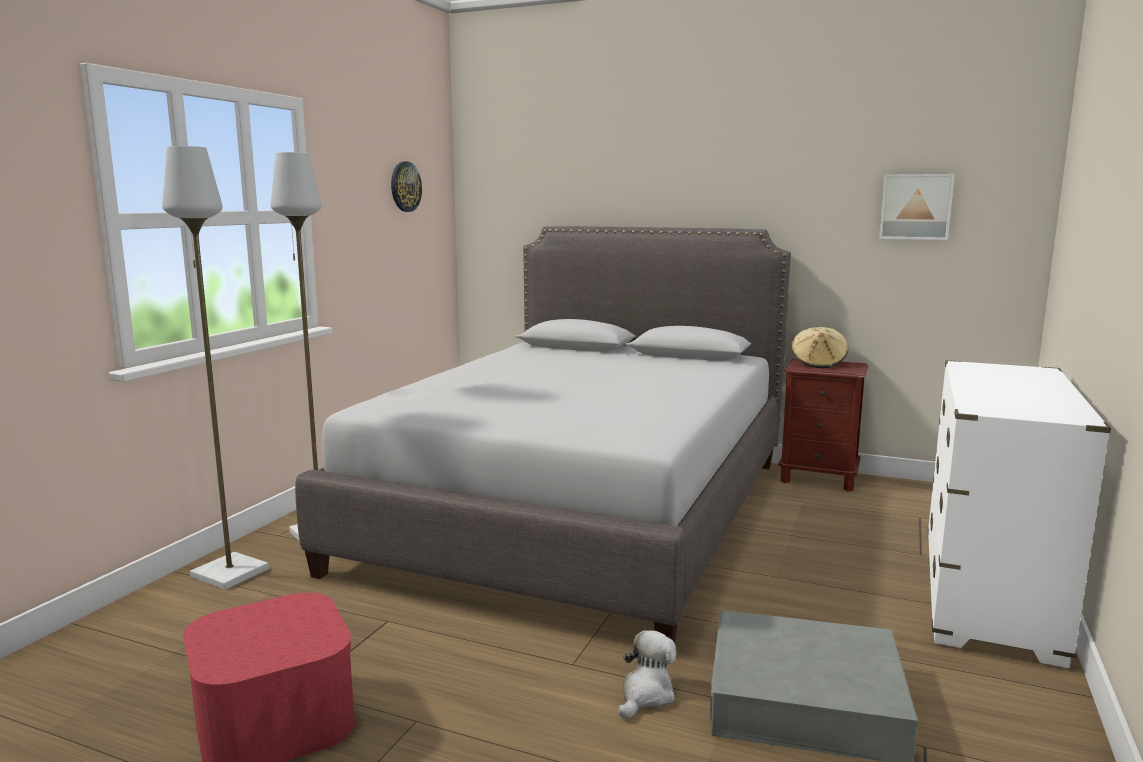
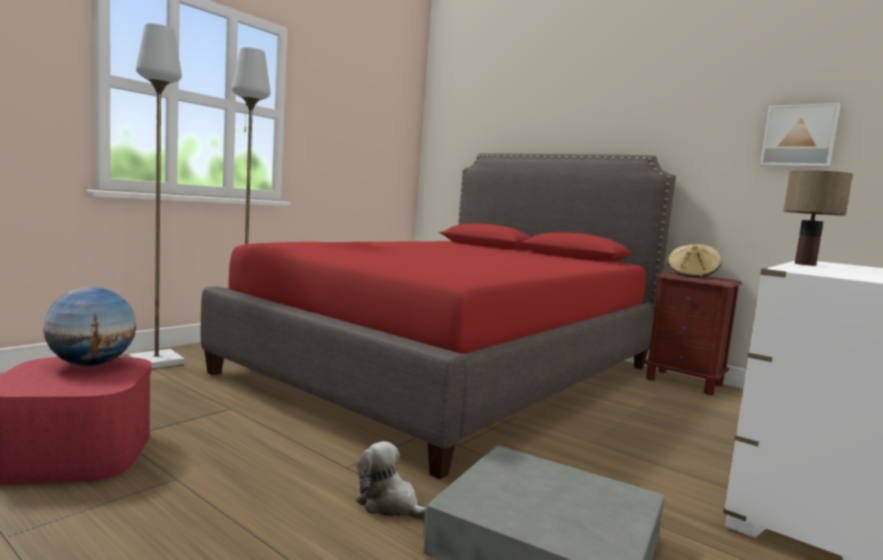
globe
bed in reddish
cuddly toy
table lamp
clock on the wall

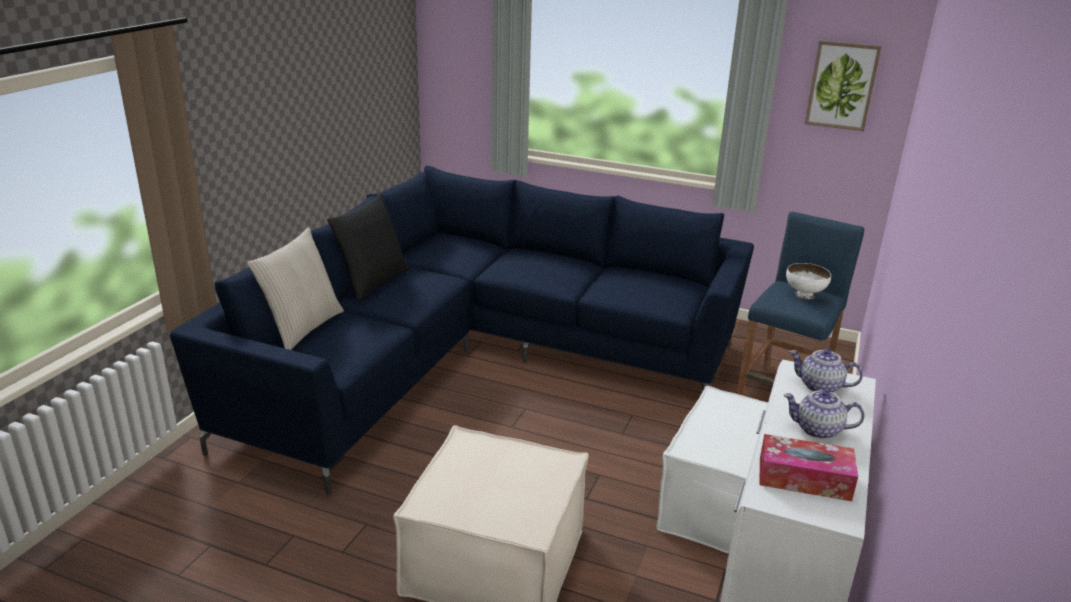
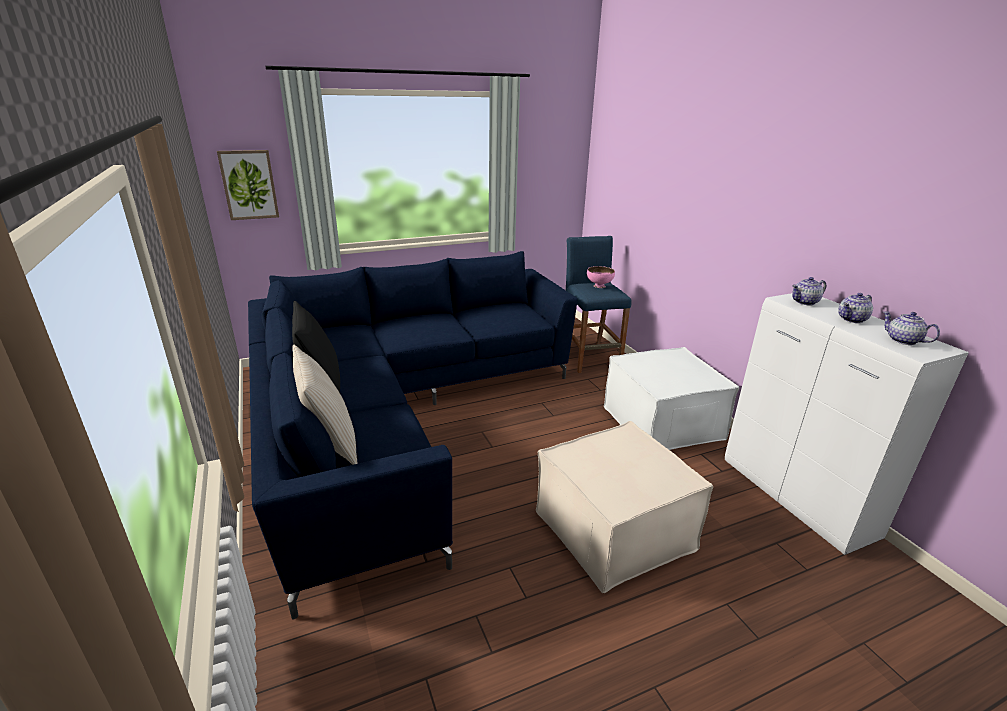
picture
bowl in pink-coloured
tea pot (3rd from left)

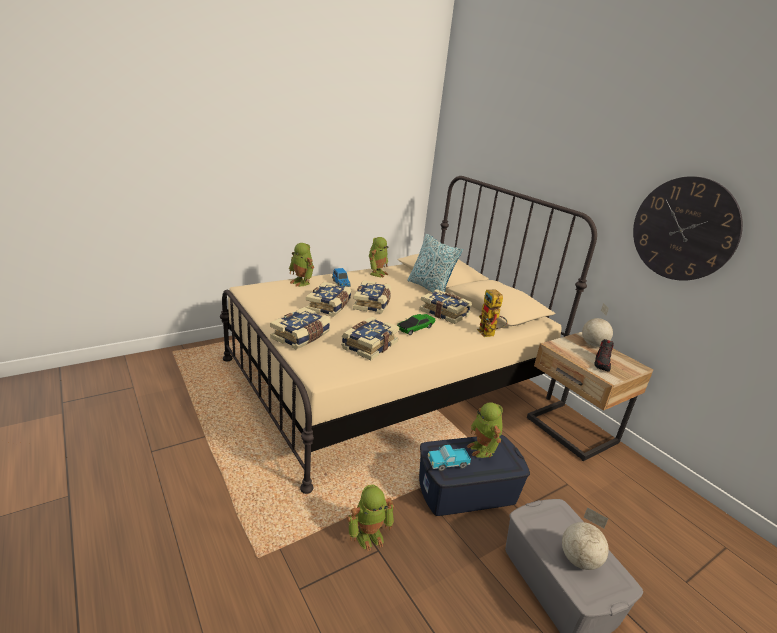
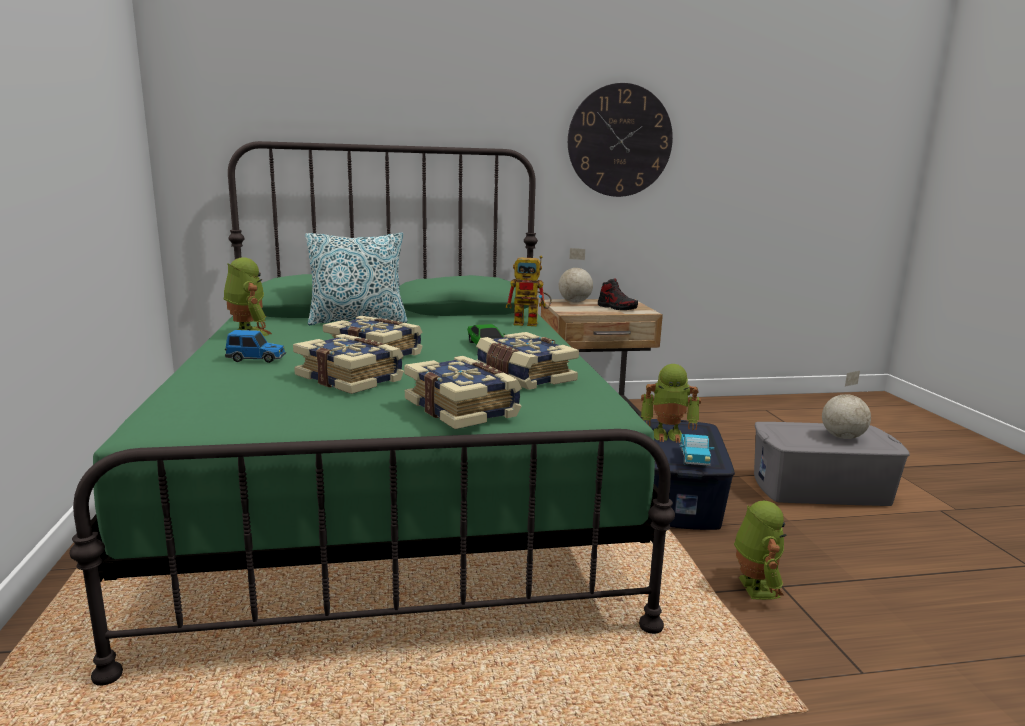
bed in green-coloured
toy robot (1st from left in the first image)
bound book (5th from left in the first image)

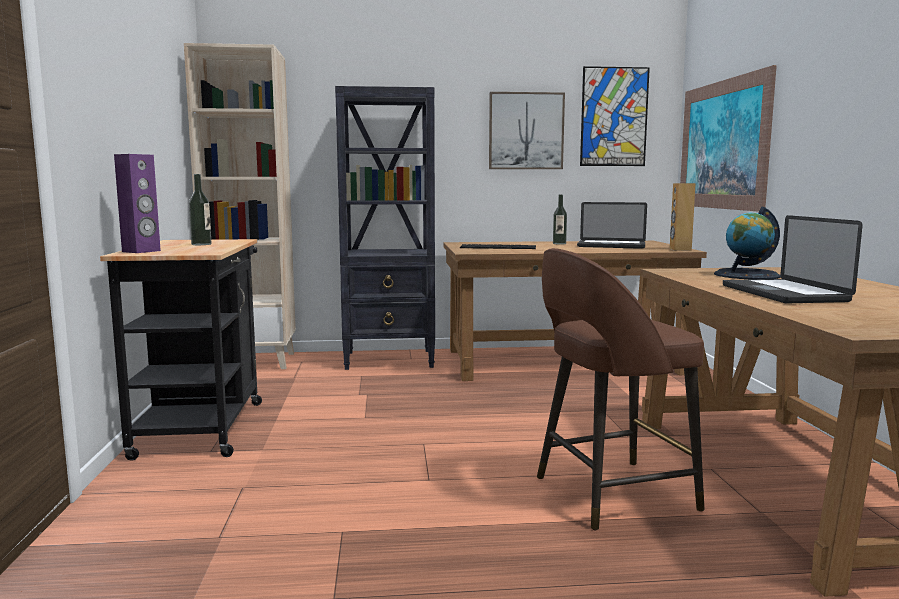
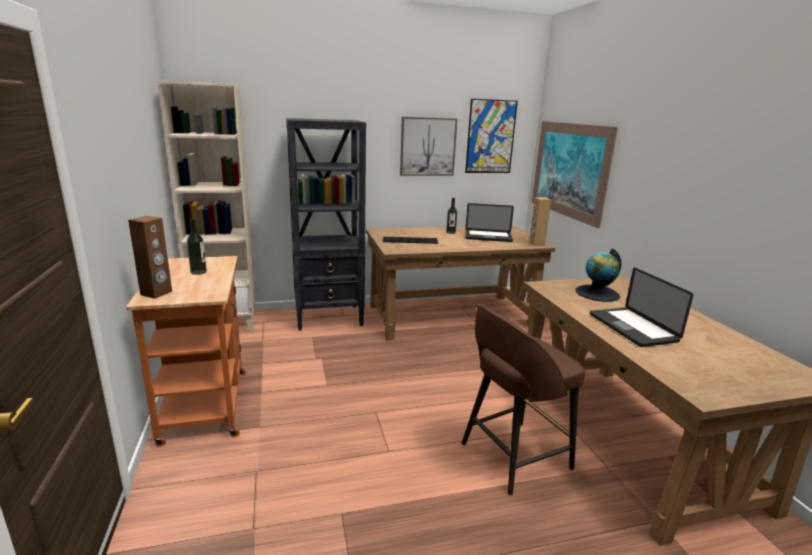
trolley in orangey
audio speaker in brown-coloured (1st from left)

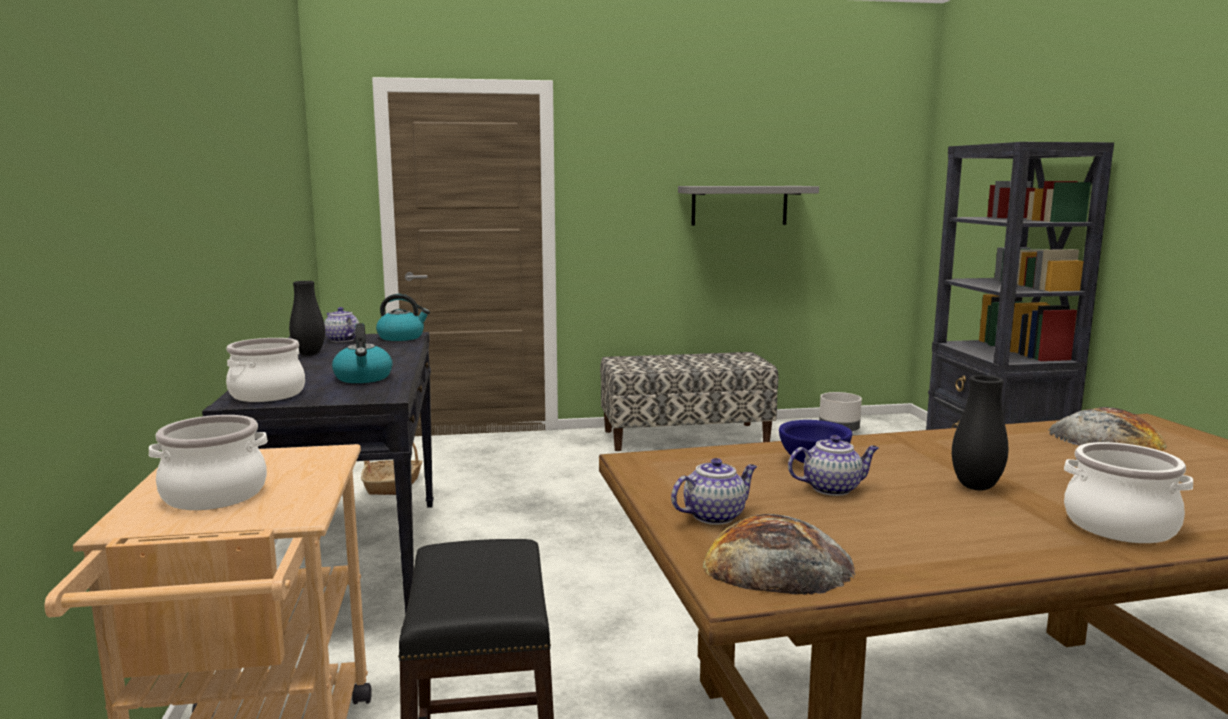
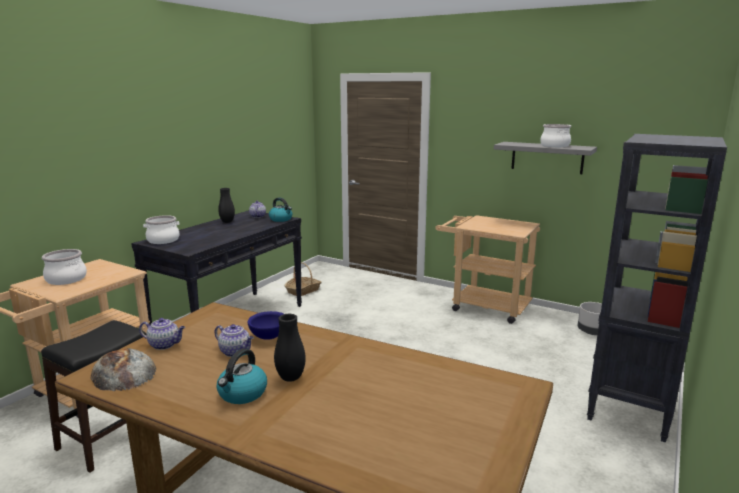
tea kettle (1st from left)
trolley in sand-coloured (2nd from left)
cooking pot (3rd from left)
bakery bread (2nd from left in the first image)

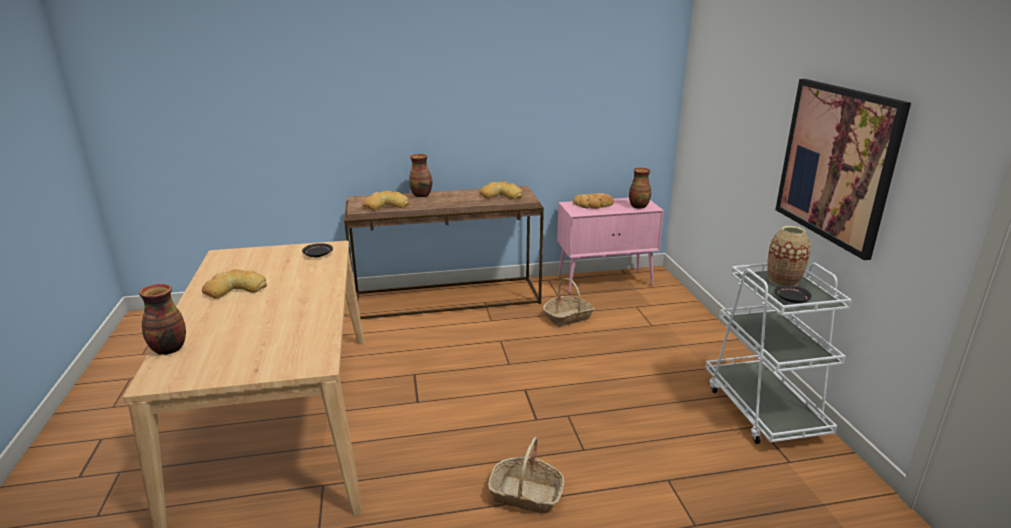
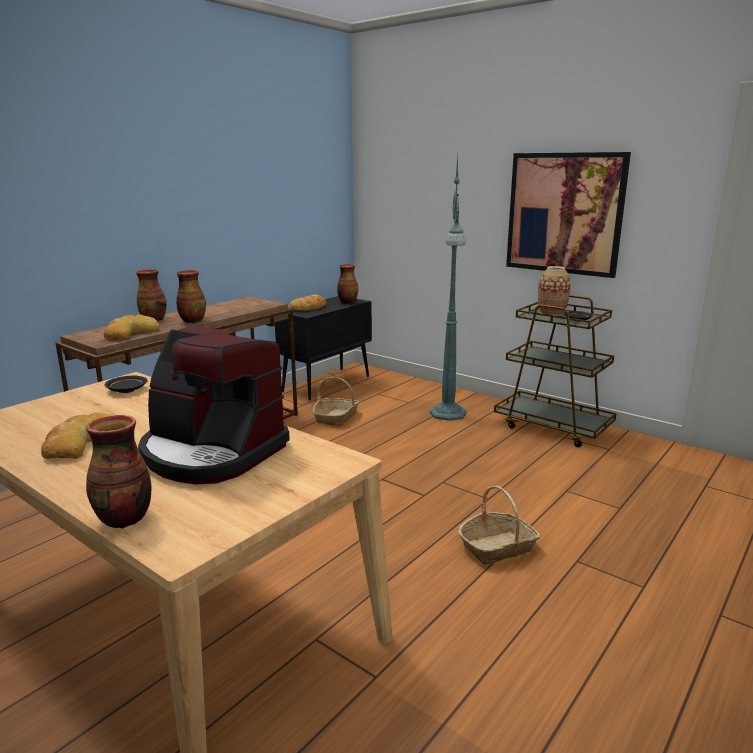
coffee maker
vase (3rd from left)
cupboard in blackish
floor lamp in green-coloured
trolley in brown-coloured
bakery bread (3rd from left in the first image)

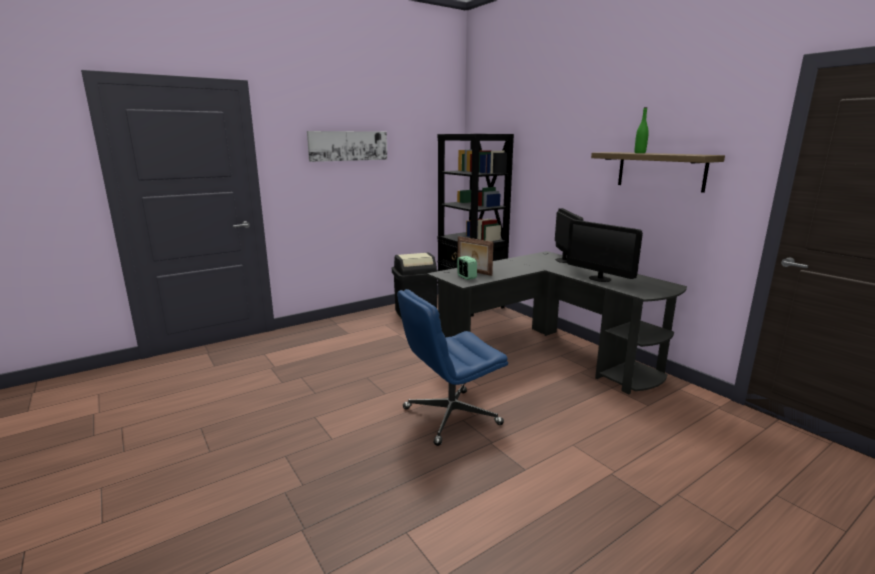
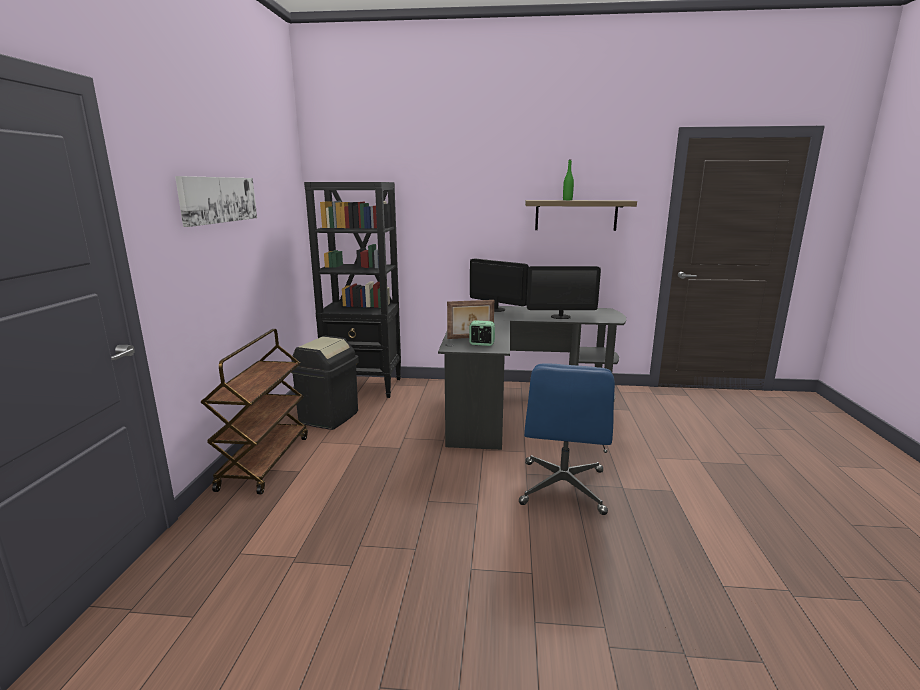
trolley in brown-coloured

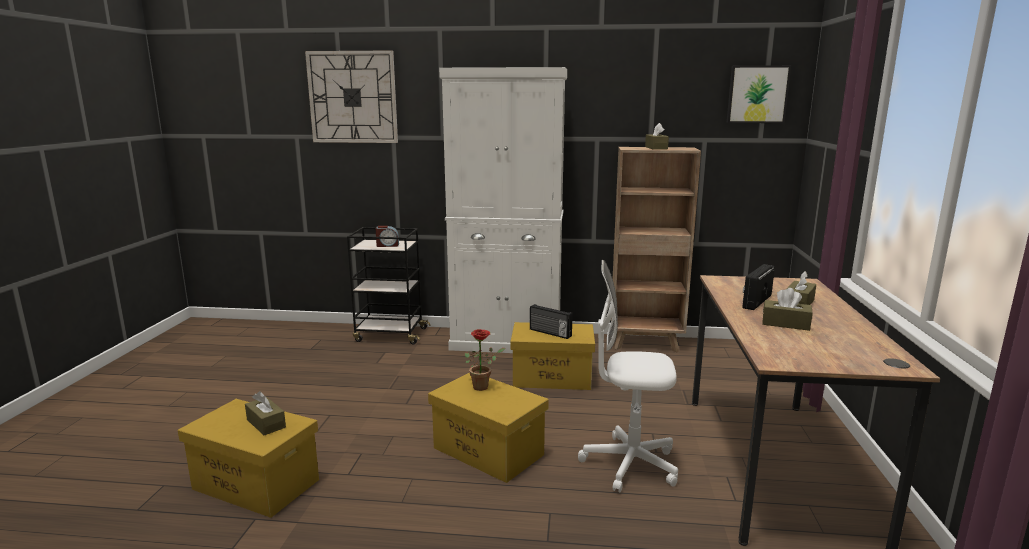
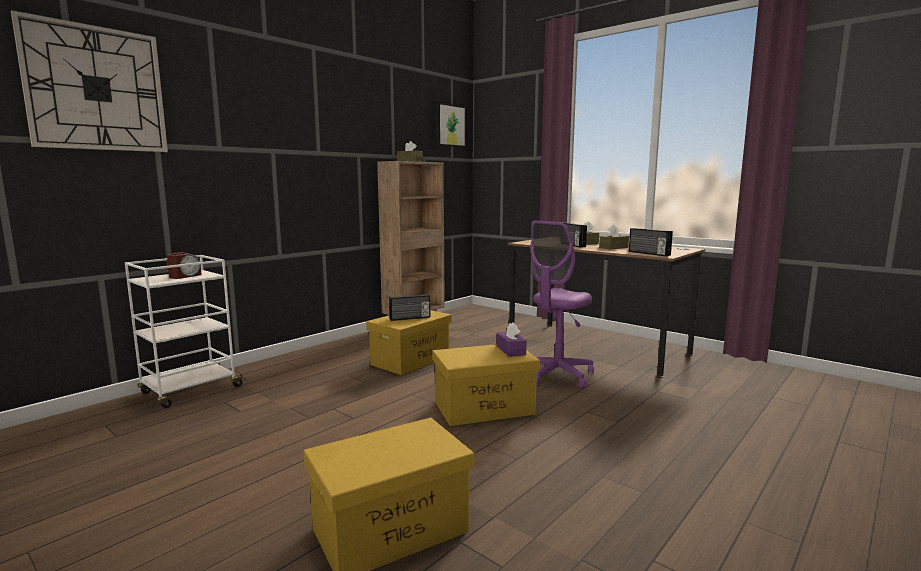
trolley in white
tissue box in purplish
office chair in purplish
radio set (3rd from left)
tissue box in brown-coloured (1st from left in the first image)
cupboard in white
potted plant

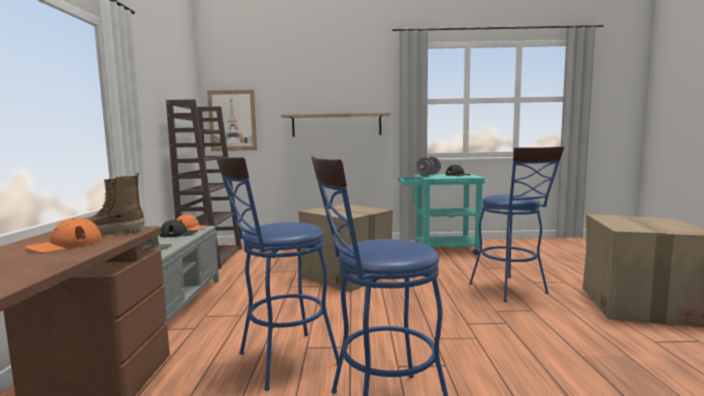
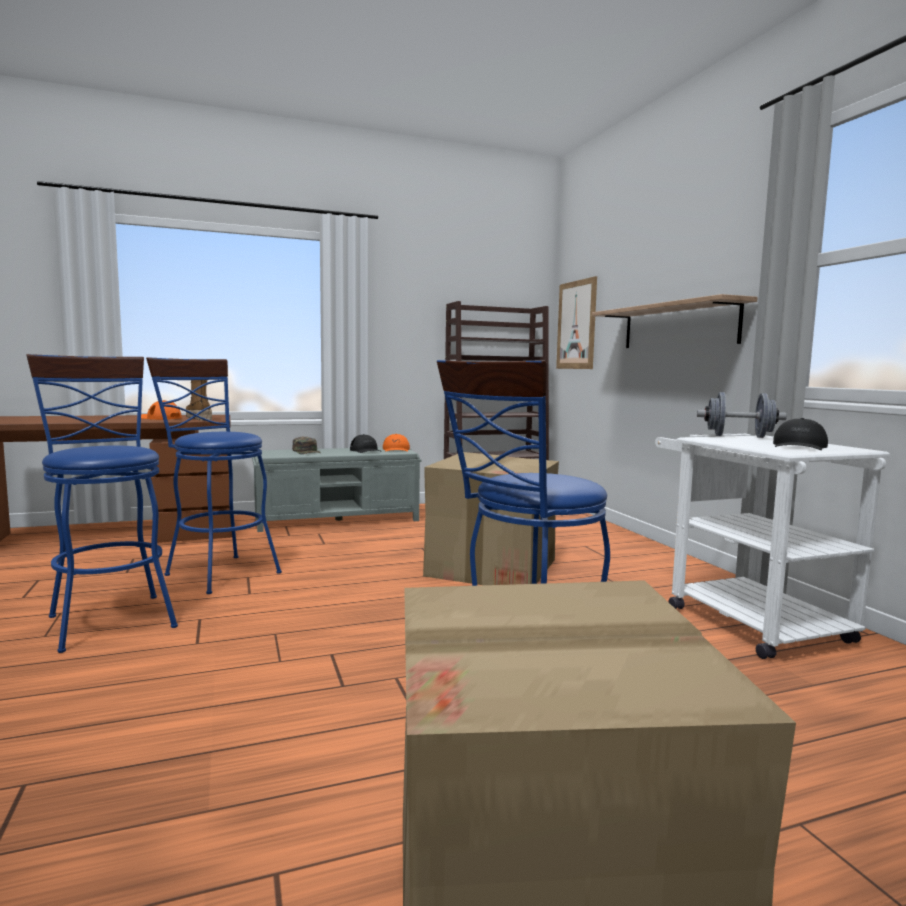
trolley in white

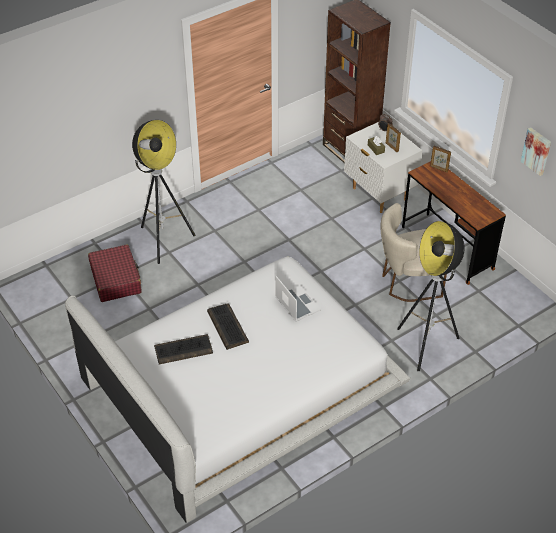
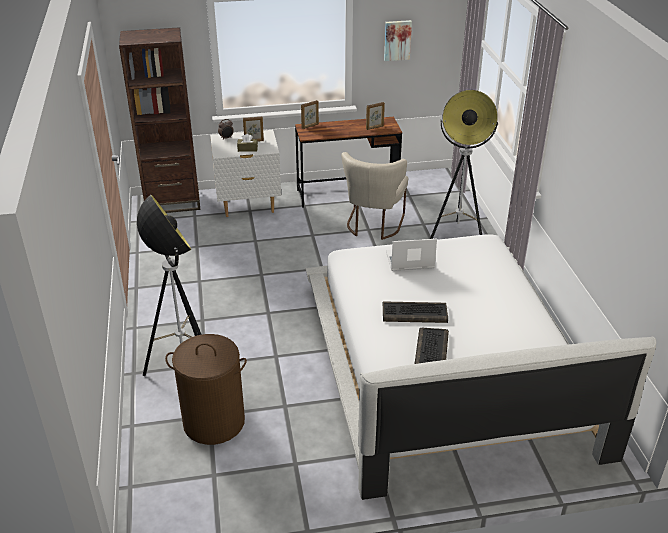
hamper in brown-coloured
standing frame (3rd from left)

